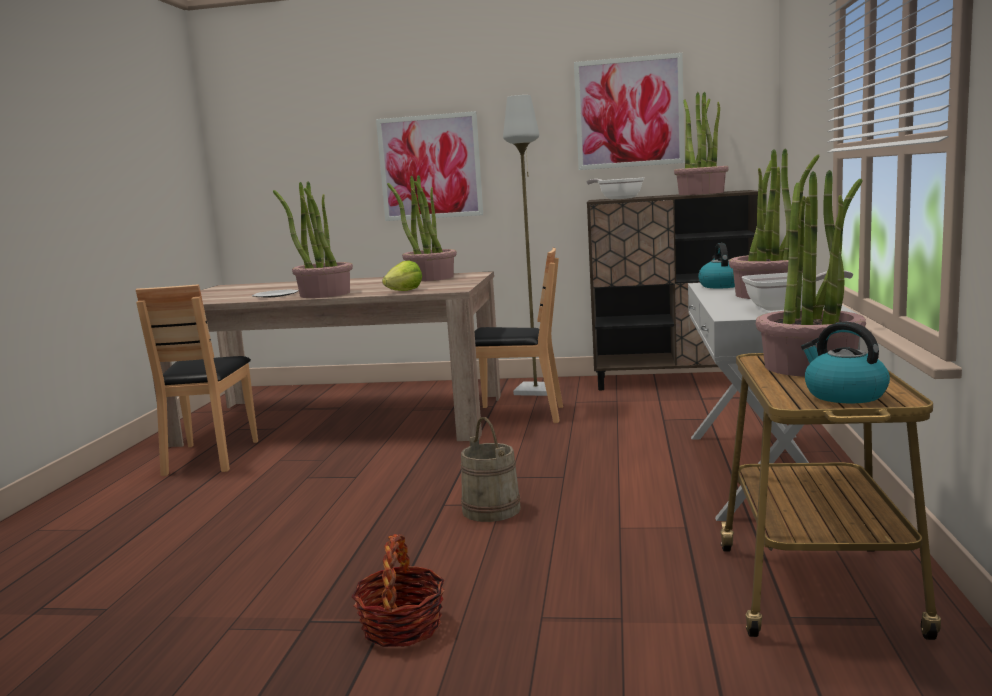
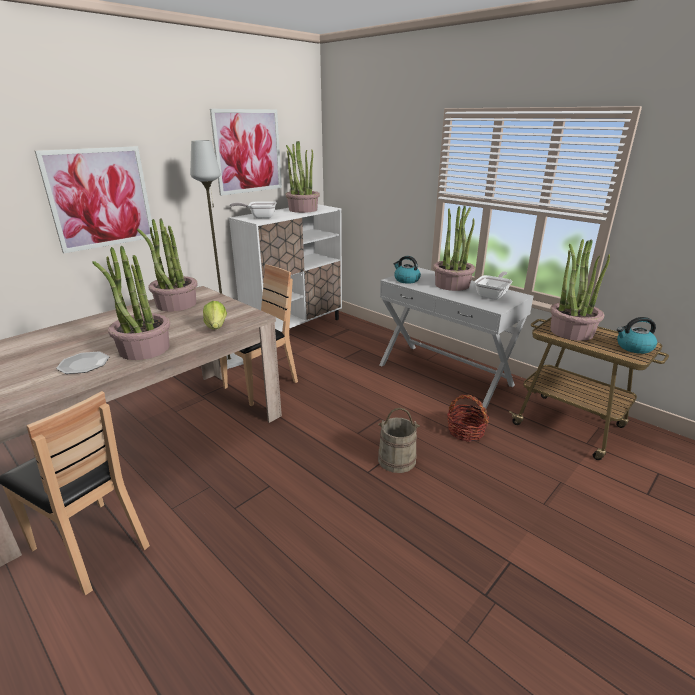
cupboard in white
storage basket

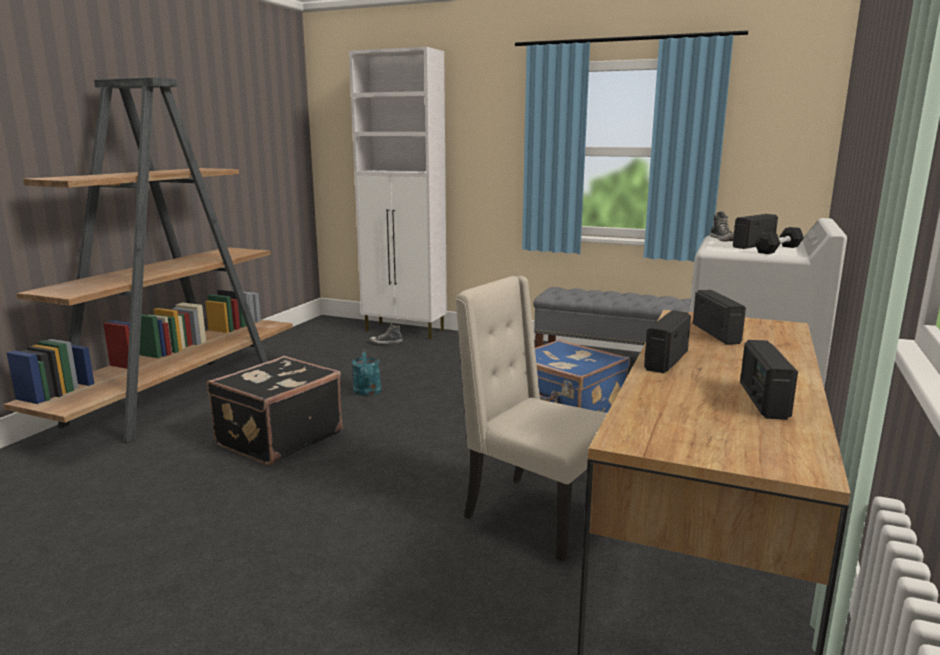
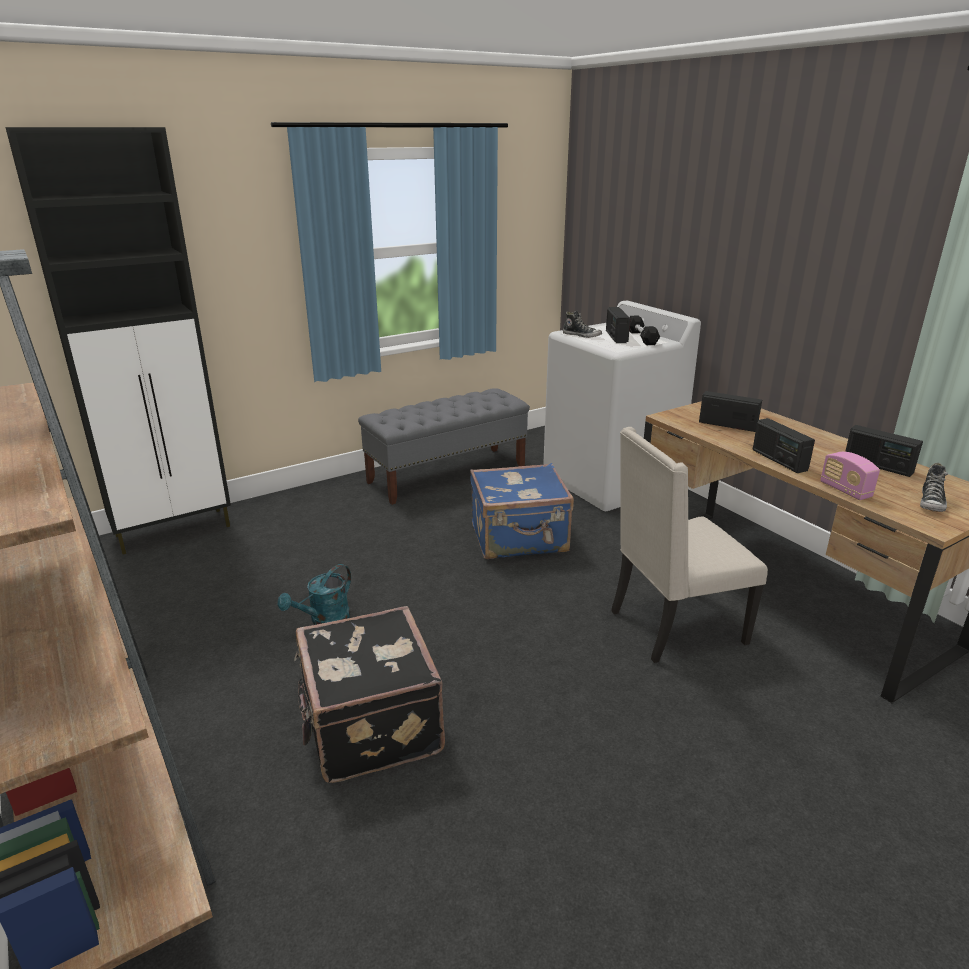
cupboard in blackish
watering can in blue-green
radio set (4th from left)
shoe (2nd from left)

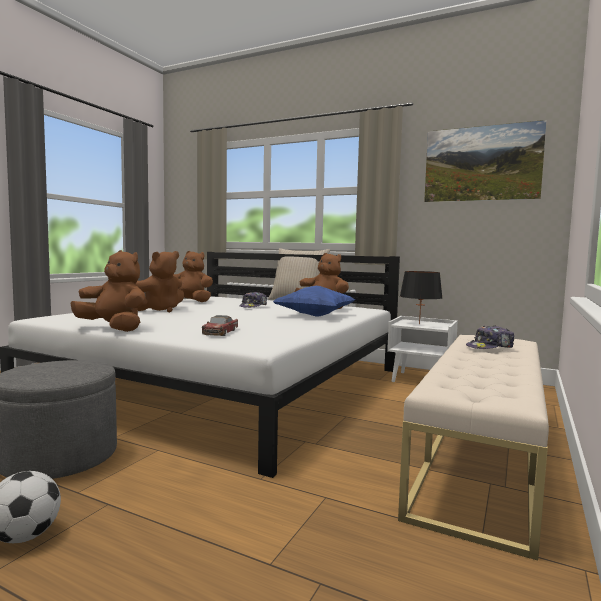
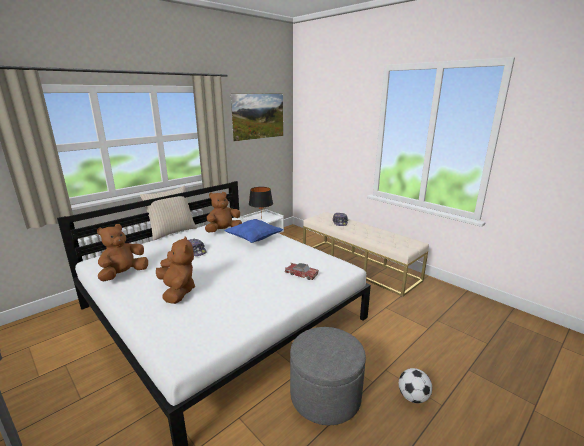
cuddly toy in brown-coloured (1st from left in the first image)

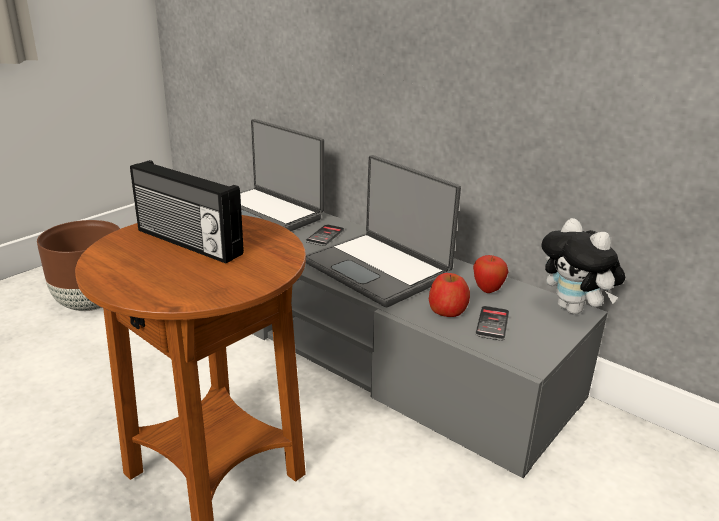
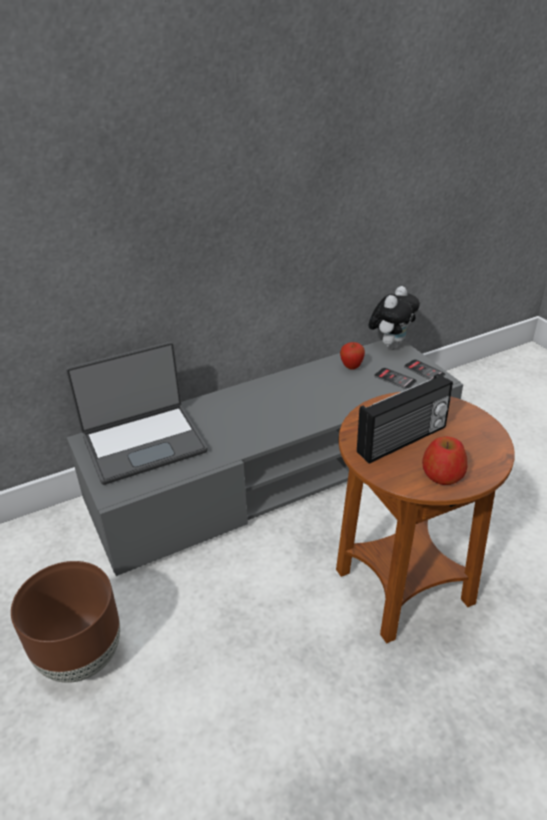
cuddly toy
handset (2nd from left)
whole apple (2nd from left)
portable computer (2nd from left in the first image)

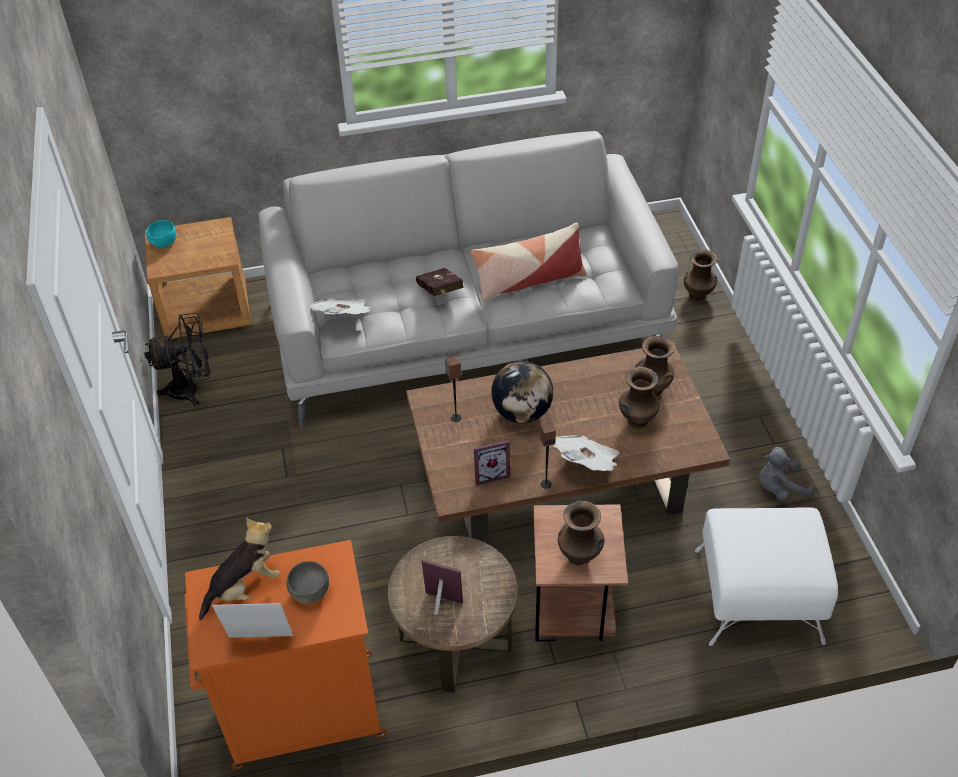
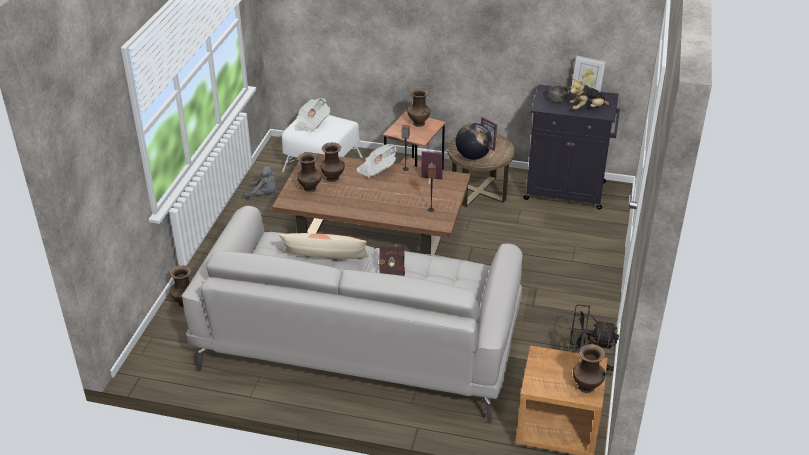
newspaper (1st from left)
globe
cupboard in blackish
vase in brown-coloured (5th from left)

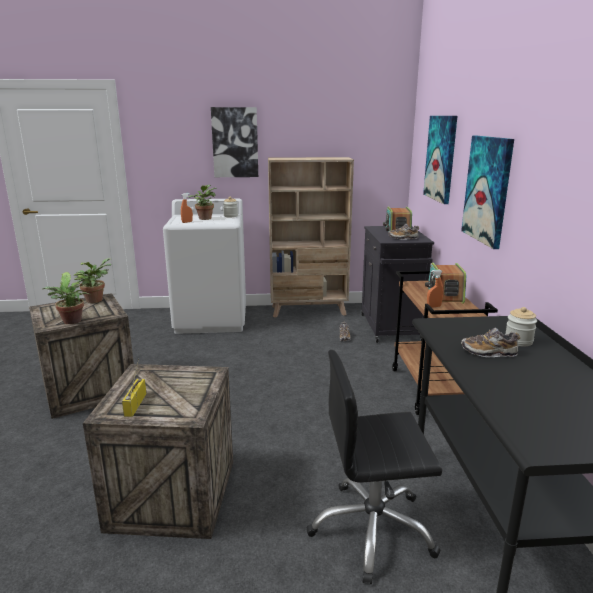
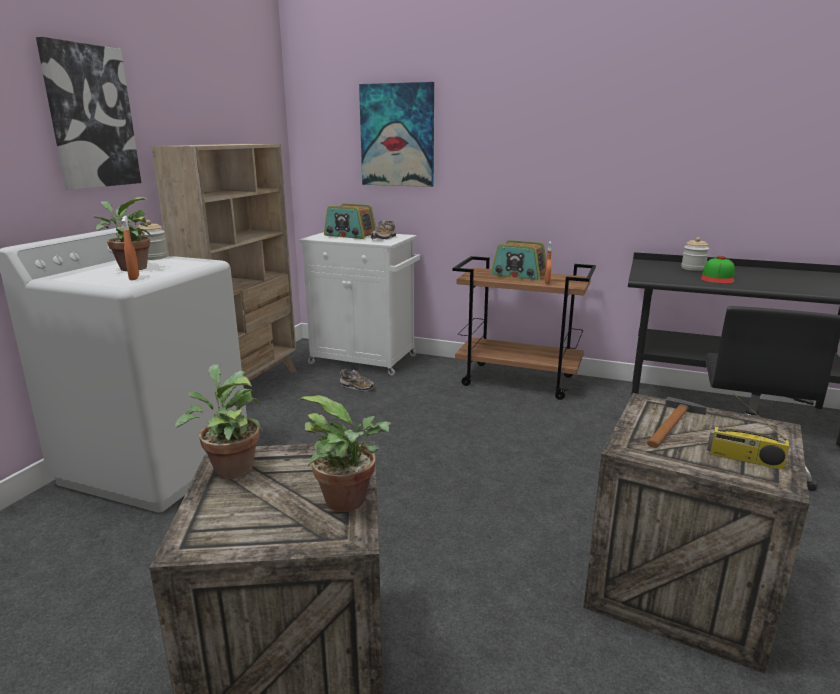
cupboard in white
tool hammer
peaked cap
picture (3rd from left in the first image)

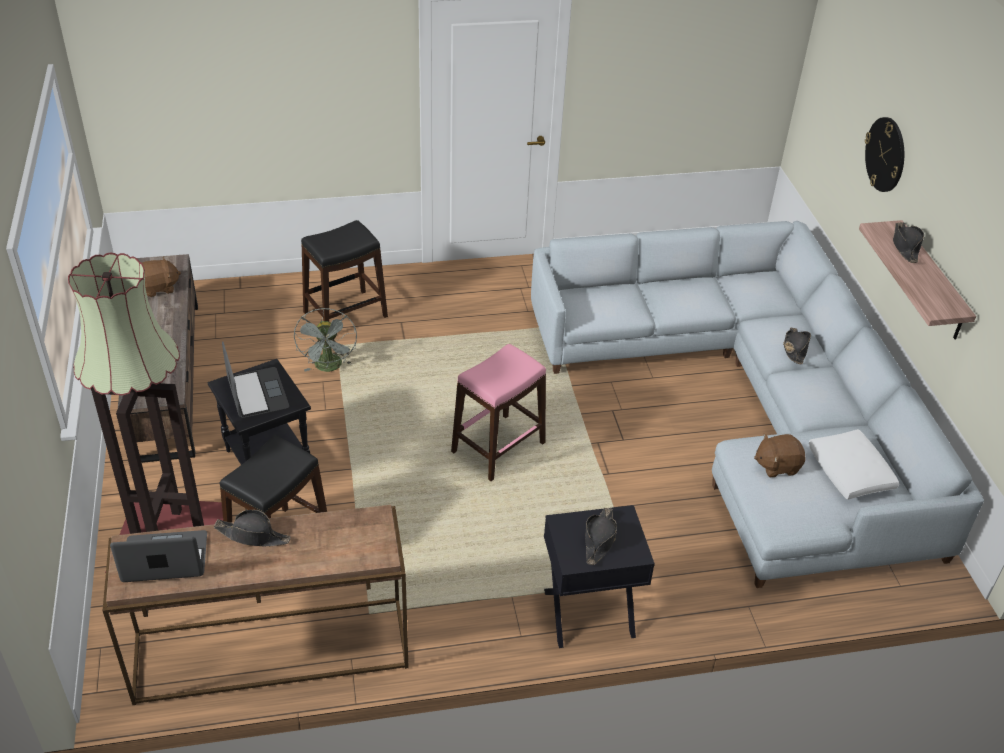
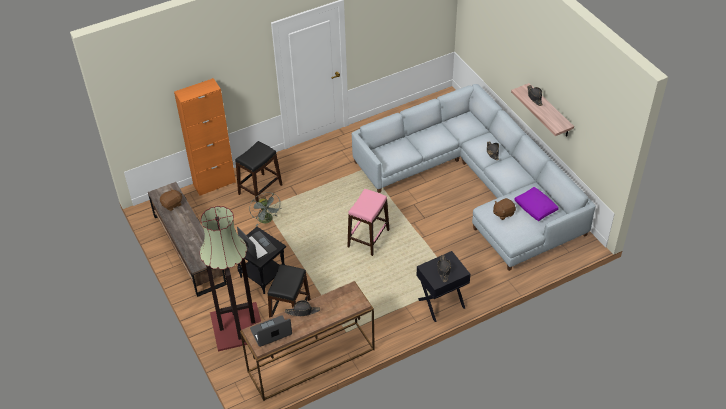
cupboard in orangey
pillow in purplish
clock on the wall

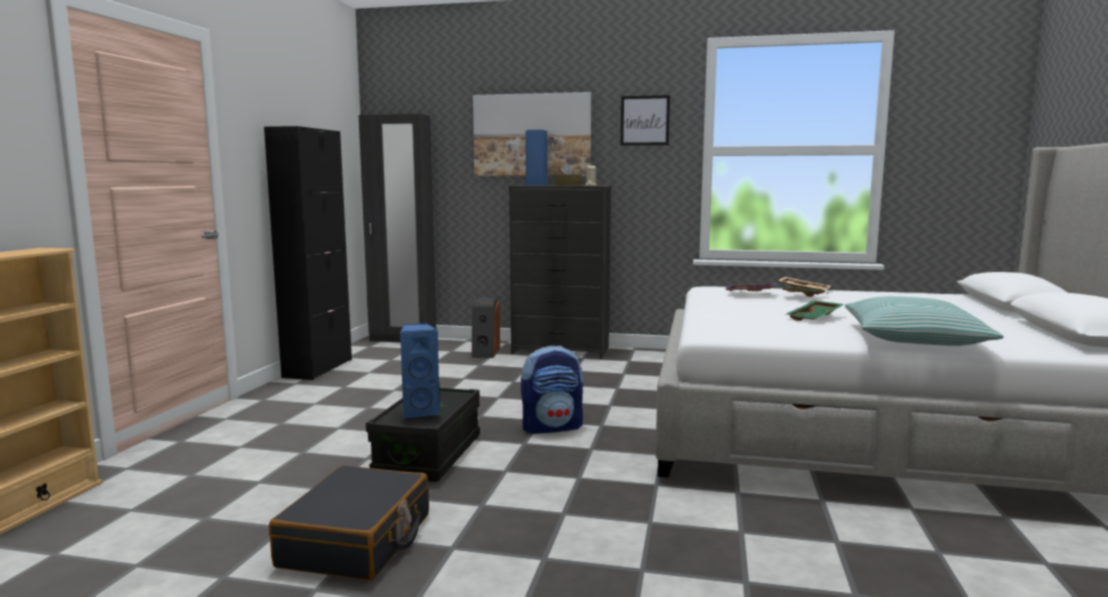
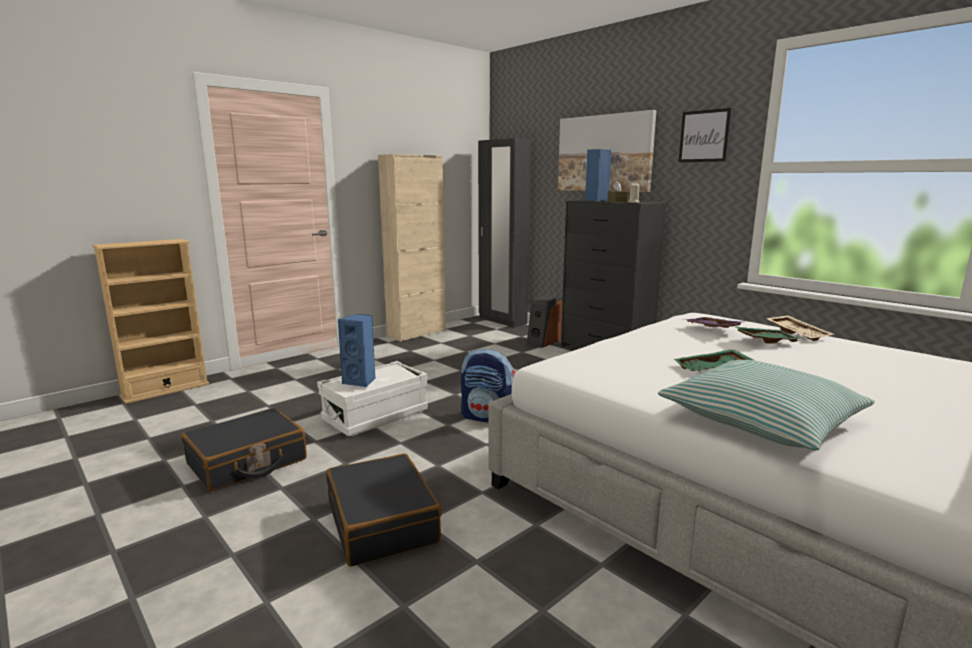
storage box in white
suitcase in blackish (2nd from left)
cupboard in sand-coloured

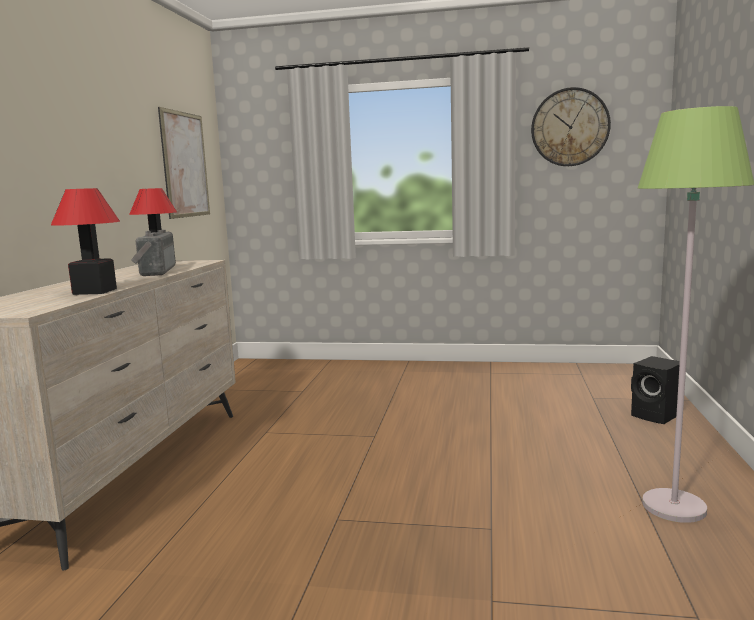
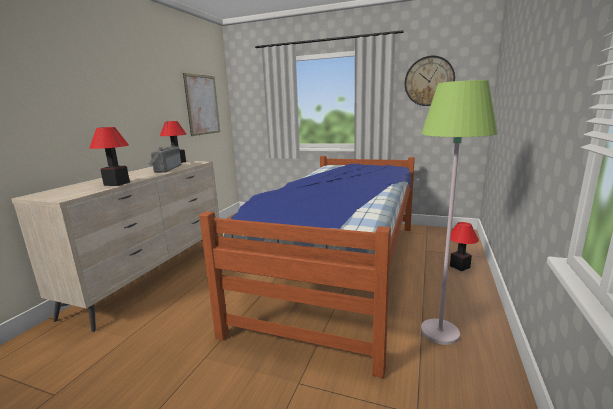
bed
table lamp (3rd from left)

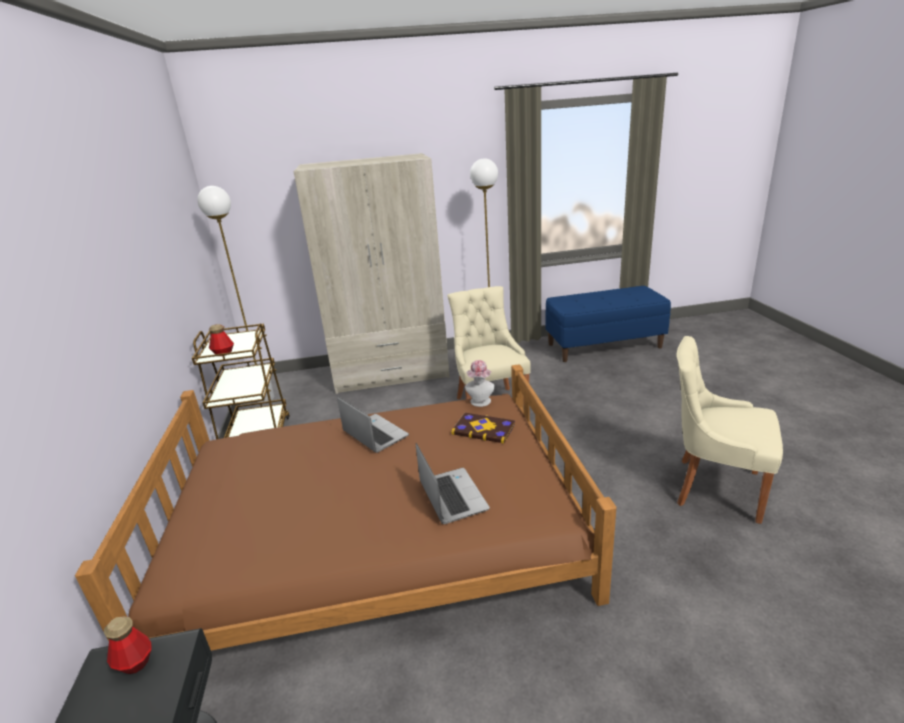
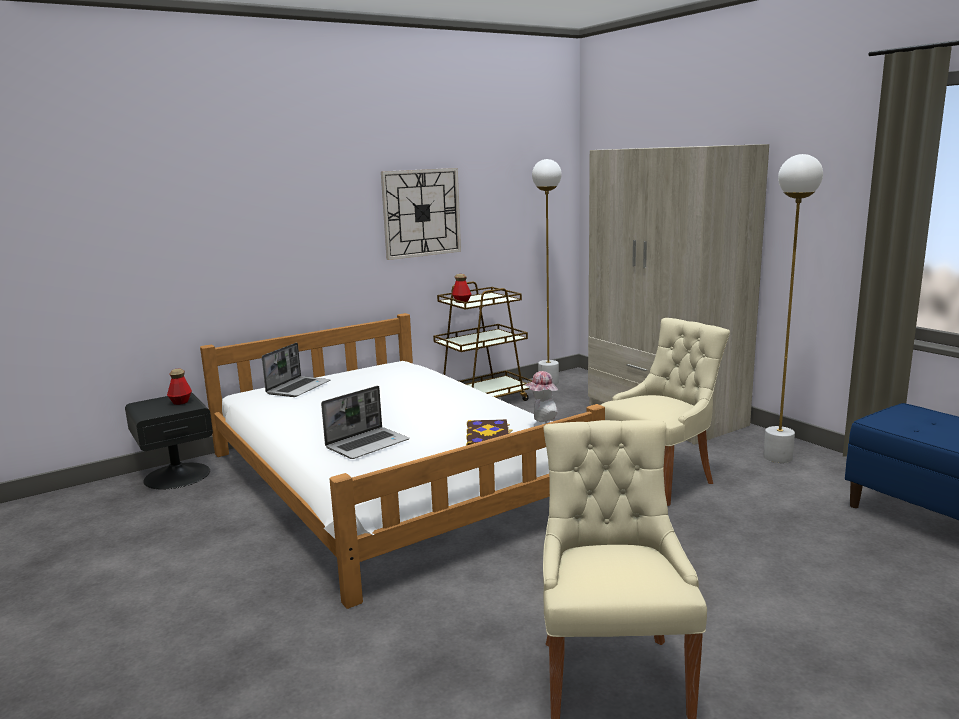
bed in white
portable computer (1st from left)
clock on the wall

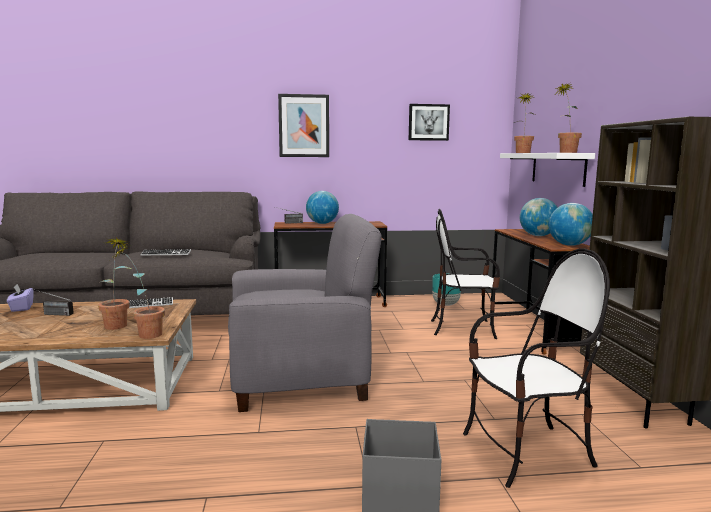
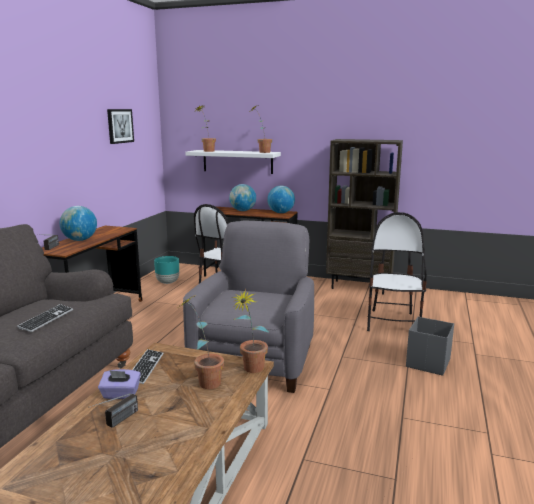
tissue box in purplish
picture (1st from left in the first image)

